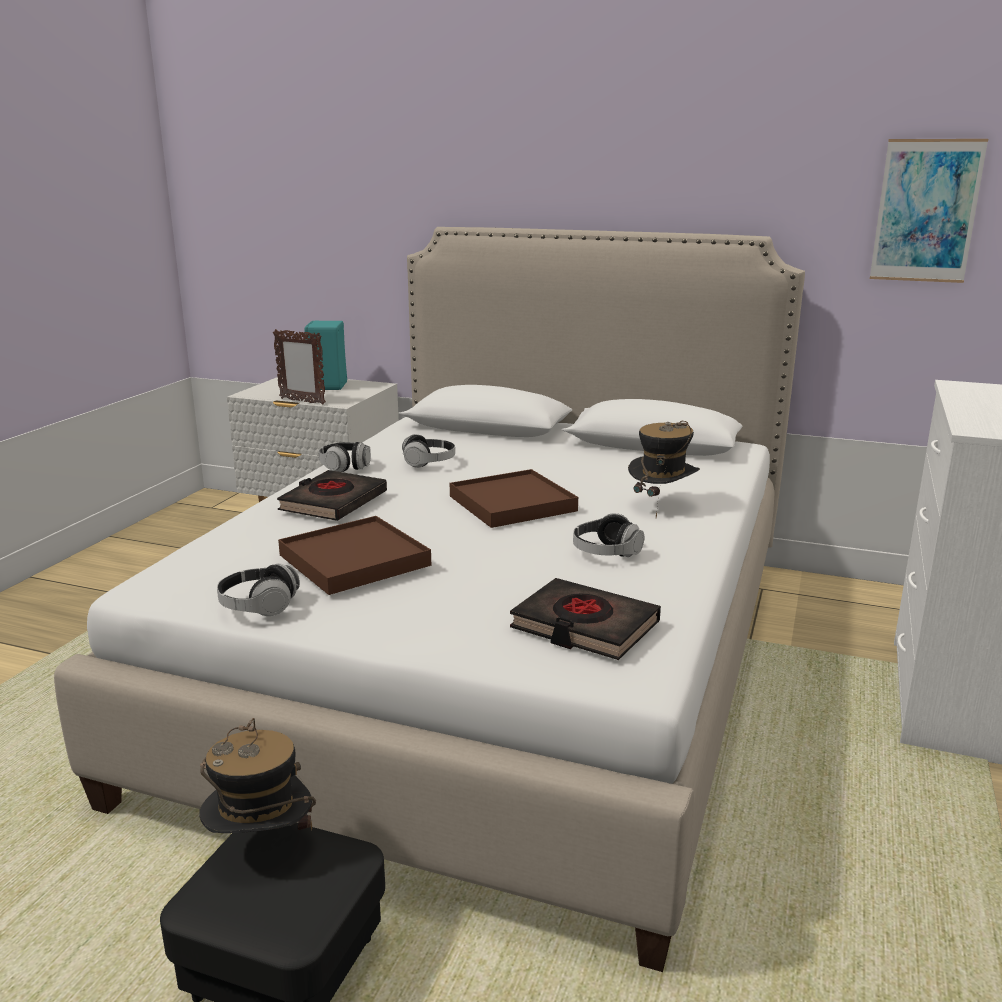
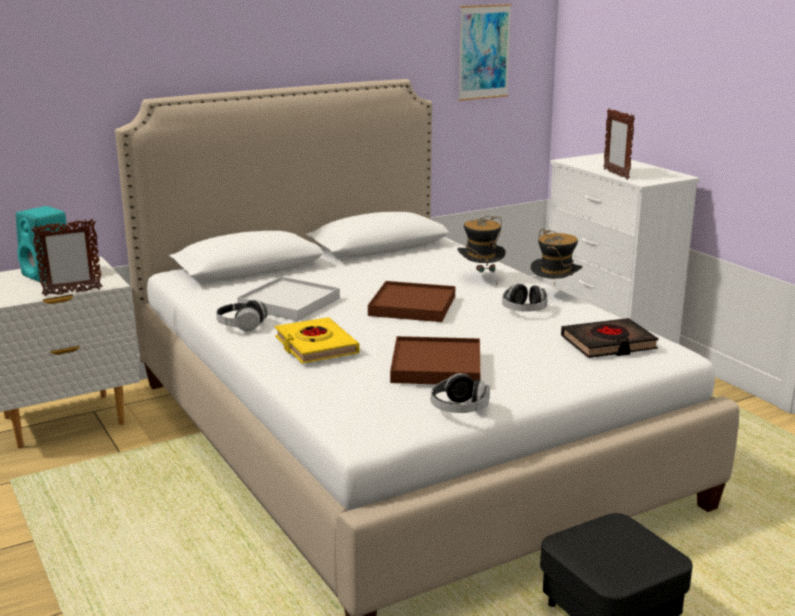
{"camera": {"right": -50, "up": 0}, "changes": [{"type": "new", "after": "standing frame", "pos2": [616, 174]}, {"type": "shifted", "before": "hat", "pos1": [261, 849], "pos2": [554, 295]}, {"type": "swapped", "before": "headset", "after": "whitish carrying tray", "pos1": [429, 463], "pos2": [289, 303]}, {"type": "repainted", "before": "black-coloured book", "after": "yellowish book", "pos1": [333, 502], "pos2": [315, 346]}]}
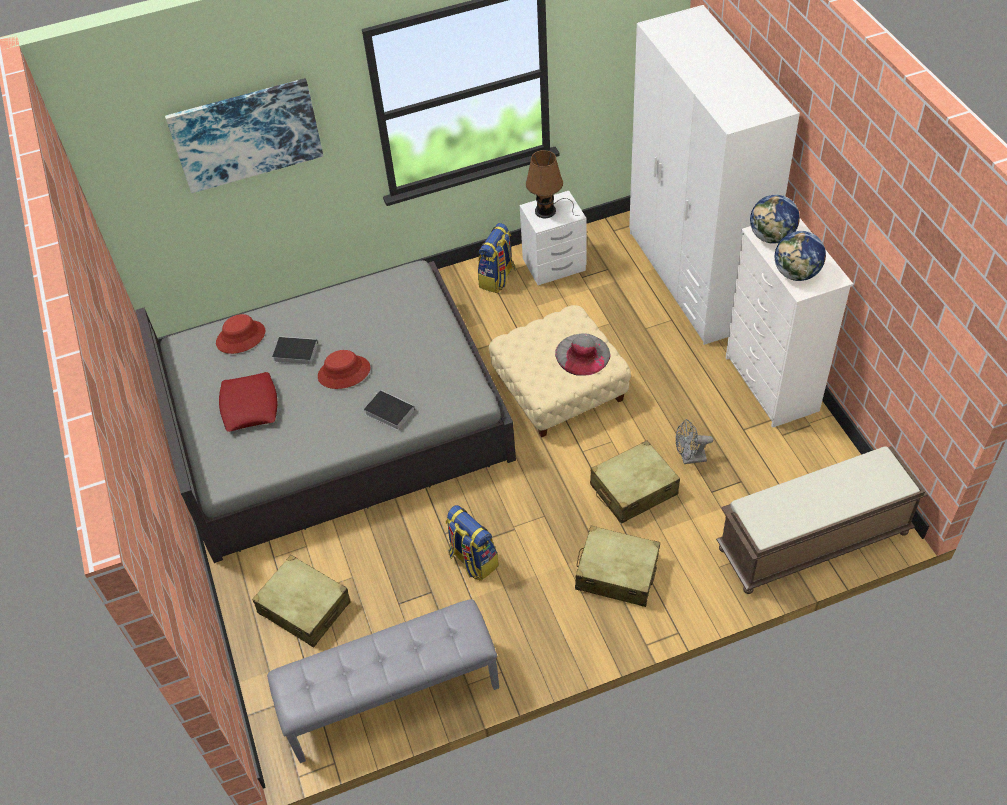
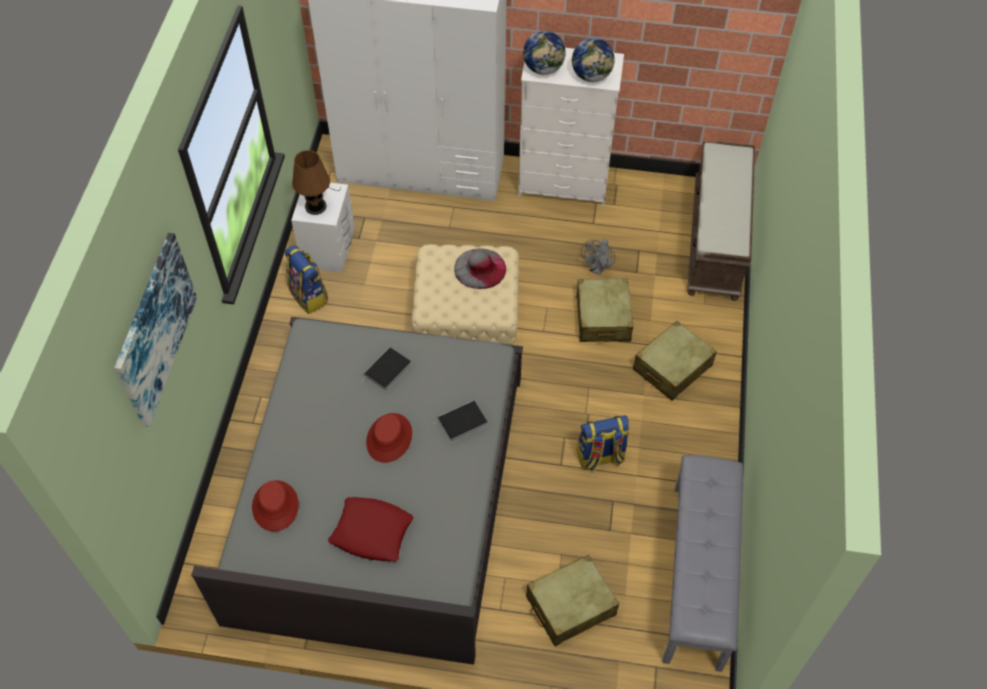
{"camera": {"right": -65, "up": 5}, "changes": [{"type": "shifted", "before": "book", "pos1": [294, 353], "pos2": [387, 372]}]}
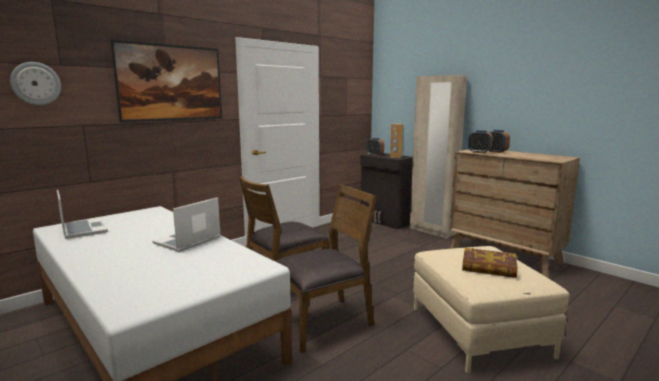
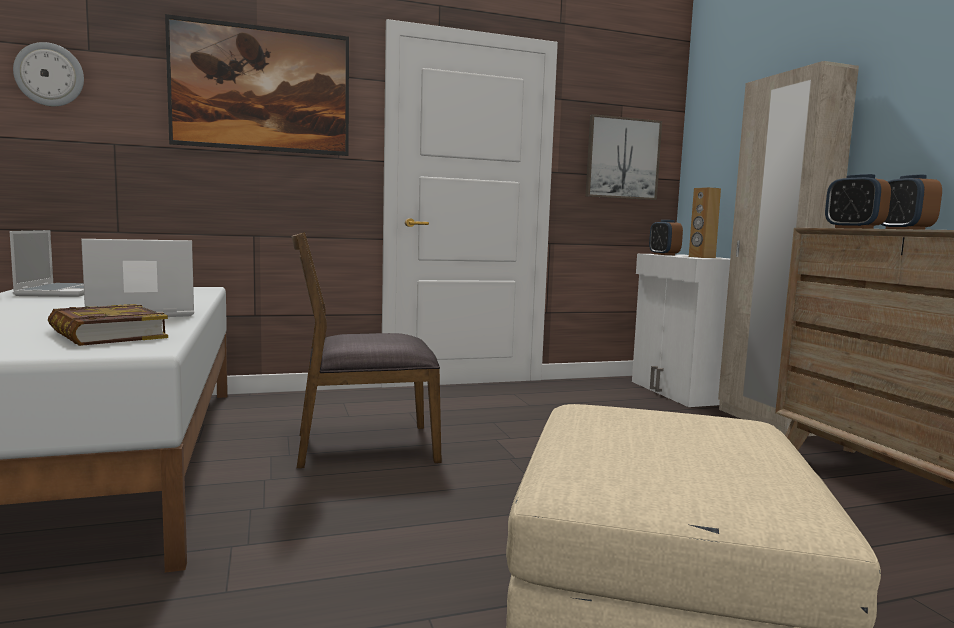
{"camera": {"right": 25, "up": -5}, "changes": [{"type": "gone", "before": "brown chair", "pos1": [323, 322]}, {"type": "new", "after": "wall picture", "pos2": [622, 158]}, {"type": "shifted", "before": "book", "pos1": [488, 267], "pos2": [107, 334]}, {"type": "repainted", "before": "black-coloured cupboard", "after": "whitish cupboard", "pos1": [386, 221], "pos2": [679, 392]}]}
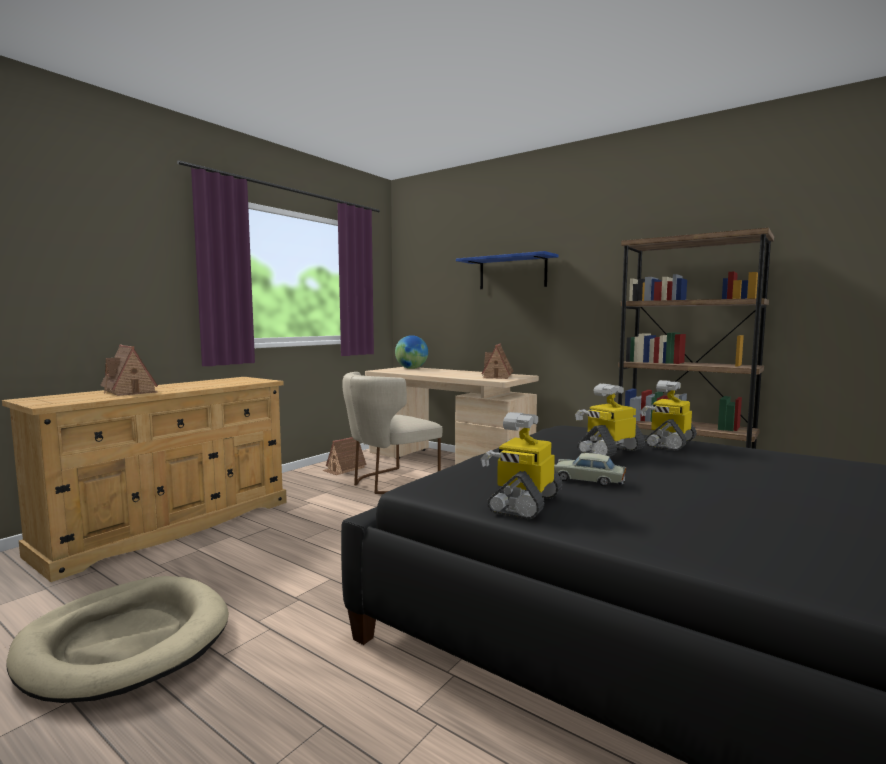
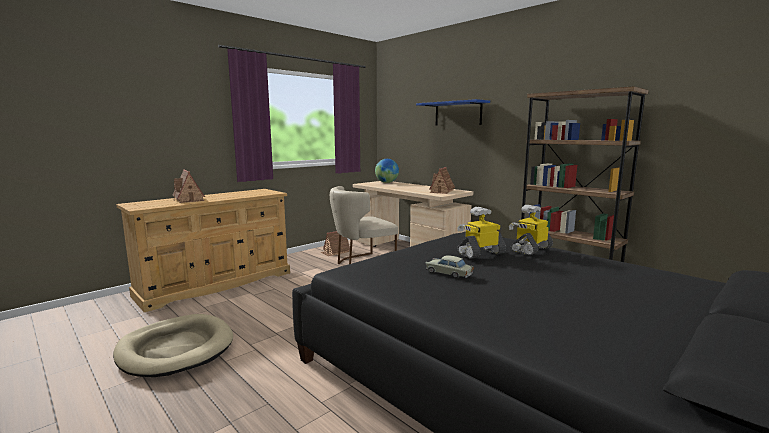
{"camera": {"right": 10, "up": 5}, "changes": [{"type": "gone", "before": "robot figure", "pos1": [524, 503]}]}
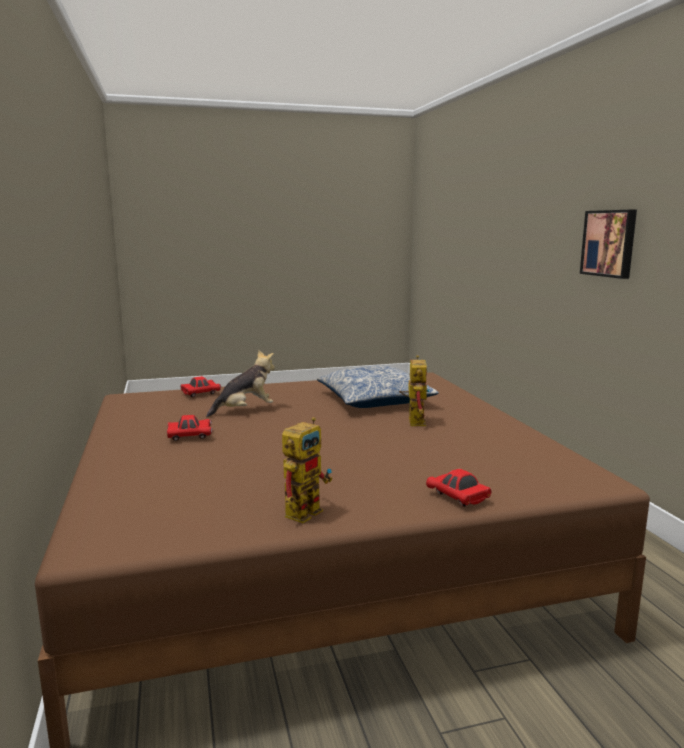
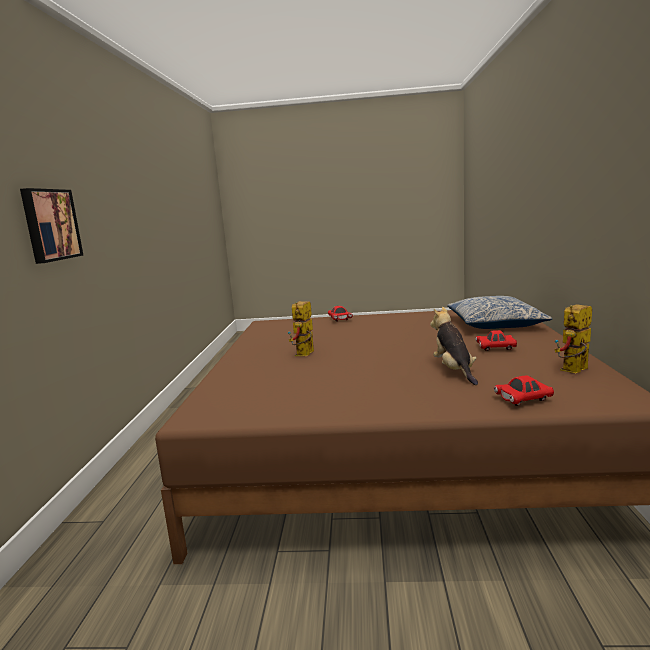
{"camera": {"right": -160, "up": 0}, "changes": [{"type": "shifted", "before": "robot figure", "pos1": [306, 509], "pos2": [573, 371]}, {"type": "shifted", "before": "throw pillow", "pos1": [375, 400], "pos2": [494, 324]}, {"type": "rotated", "before": "plush toy", "pos1": [245, 410], "pos2": [454, 371], "turn": 90}]}
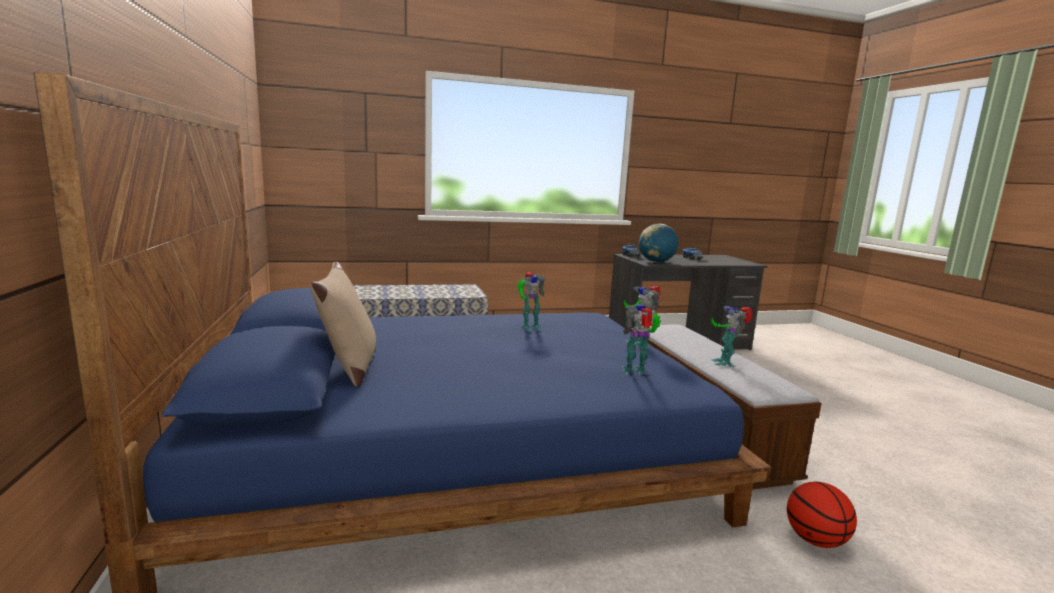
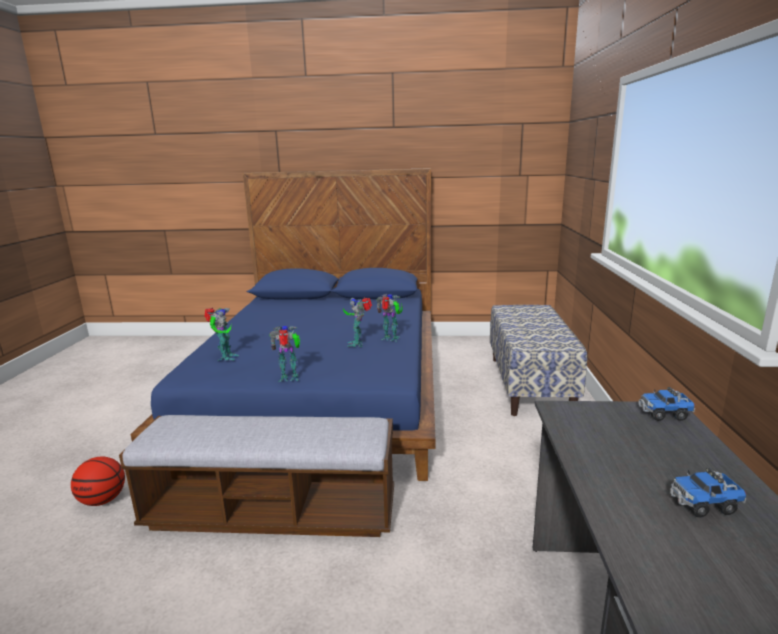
{"camera": {"right": 110, "up": 5}, "changes": [{"type": "gone", "before": "sand-coloured throw pillow", "pos1": [349, 369]}, {"type": "gone", "before": "desk globe", "pos1": [656, 262]}, {"type": "shifted", "before": "robot figure", "pos1": [725, 362], "pos2": [391, 339]}]}
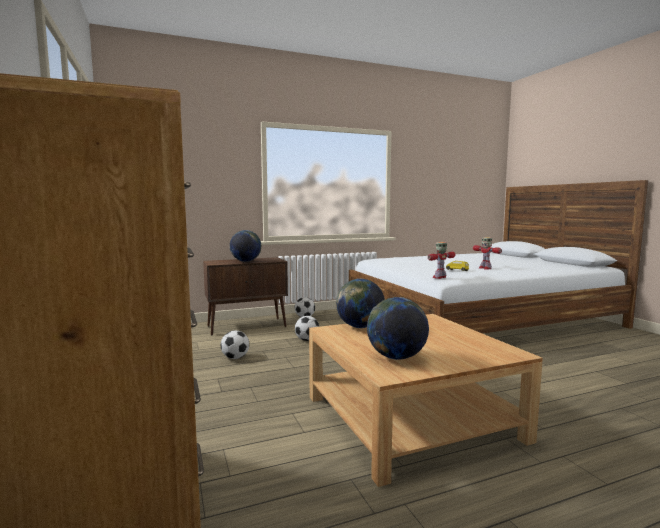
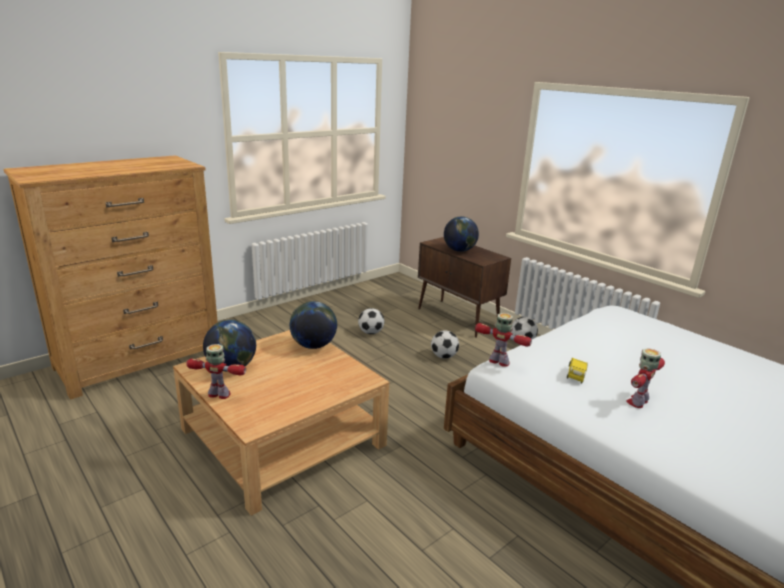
{"camera": {"right": 70, "up": 15}, "changes": [{"type": "new", "after": "robot figure", "pos2": [220, 395]}]}
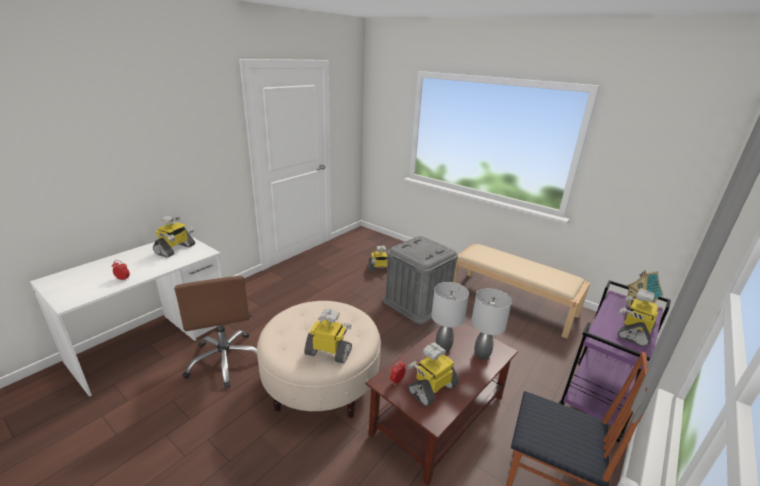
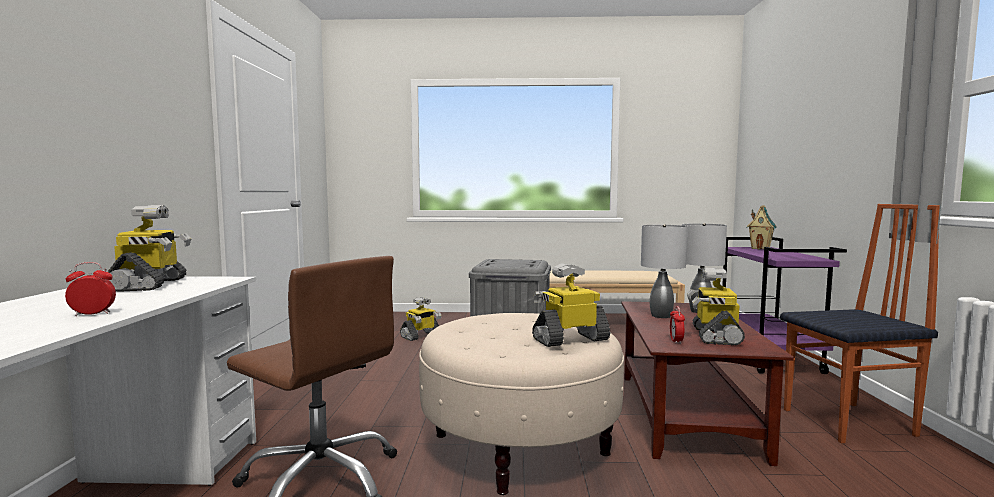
{"camera": {"right": -35, "up": -20}, "changes": [{"type": "gone", "before": "robot figure", "pos1": [634, 332]}]}
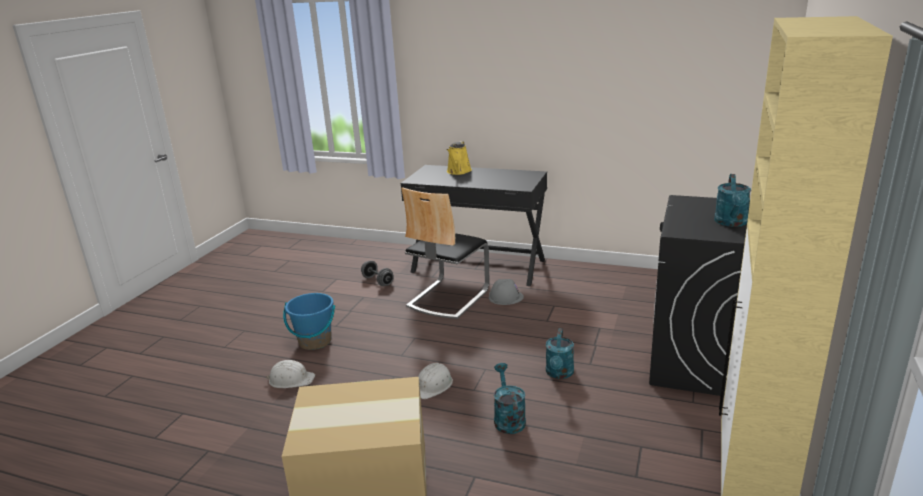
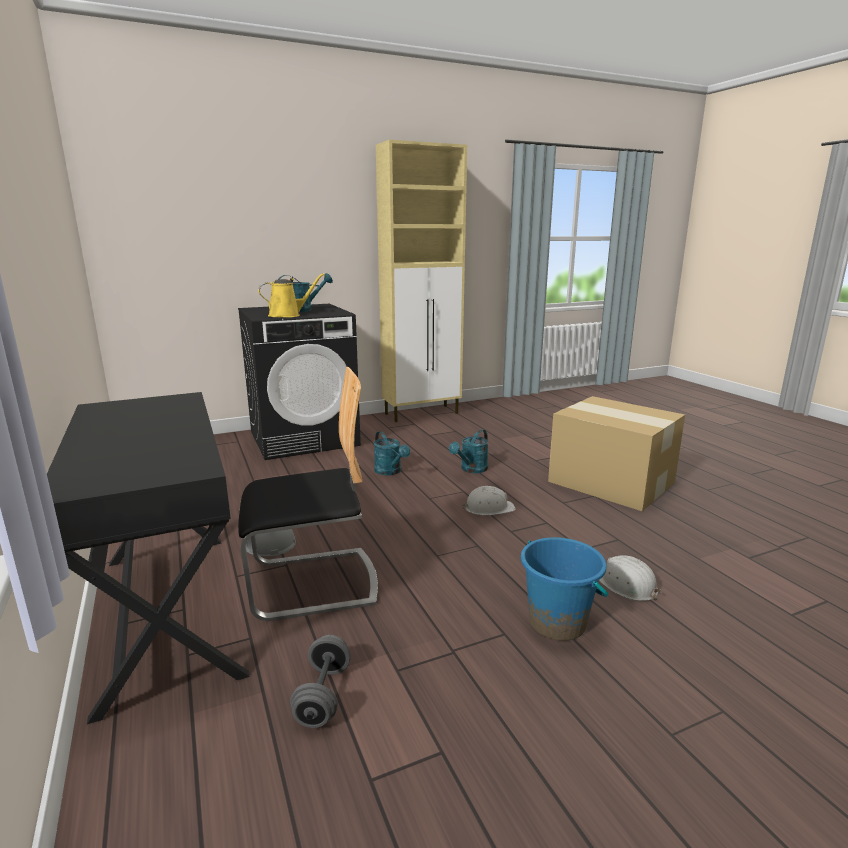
{"camera": {"right": -135, "up": -5}, "changes": [{"type": "shifted", "before": "yellowish watering pot", "pos1": [458, 171], "pos2": [288, 315]}, {"type": "rotated", "before": "blue-green watering pot", "pos1": [559, 374], "pos2": [390, 471], "turn": 90}]}
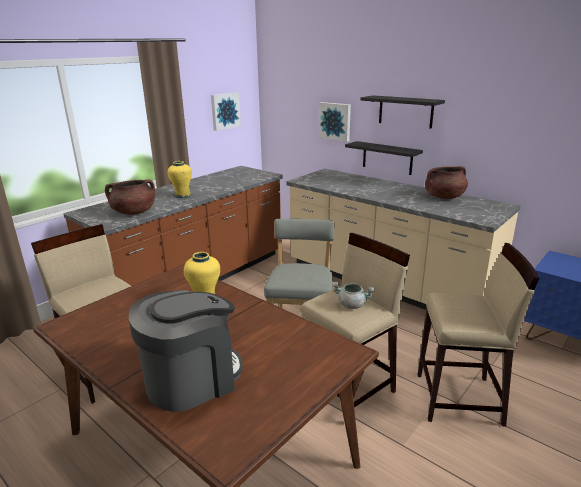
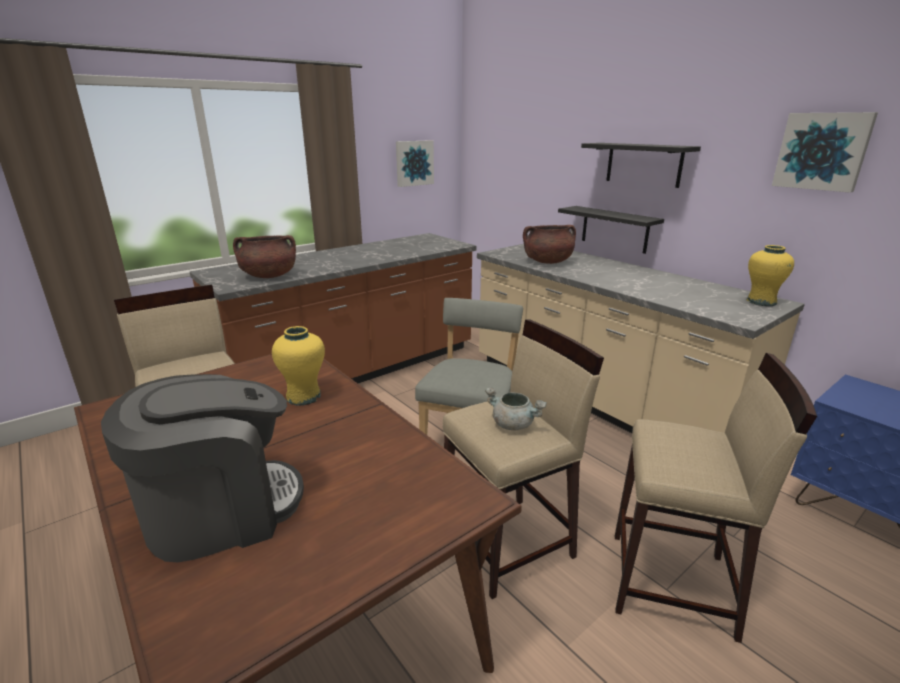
{"camera": {"right": 10, "up": 0}, "changes": [{"type": "shifted", "before": "yellowish vase", "pos1": [182, 195], "pos2": [761, 302]}, {"type": "shifted", "before": "wall picture", "pos1": [335, 121], "pos2": [822, 151]}, {"type": "shifted", "before": "brown saucepot", "pos1": [444, 197], "pos2": [547, 262]}]}
